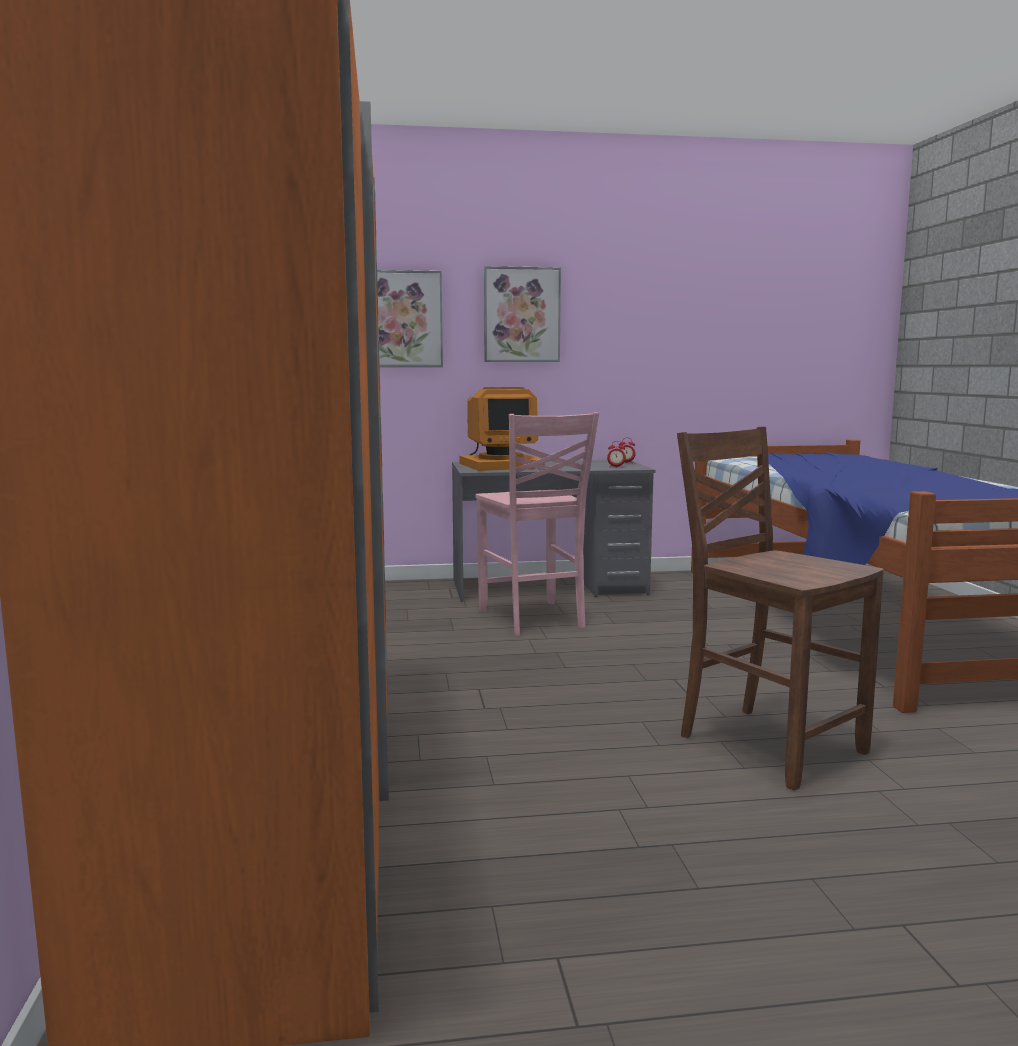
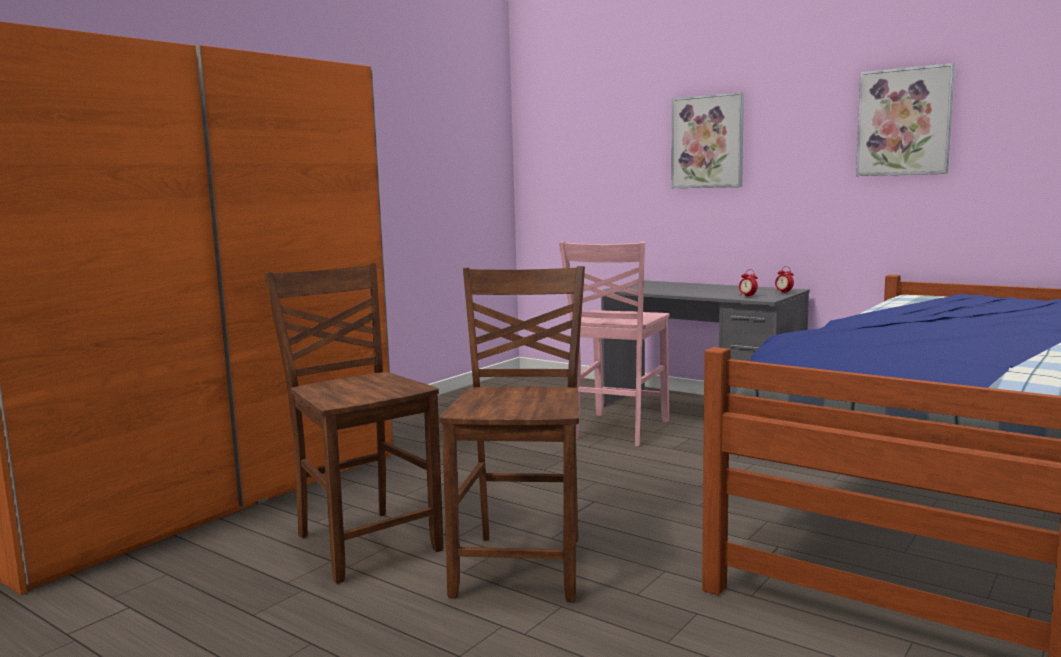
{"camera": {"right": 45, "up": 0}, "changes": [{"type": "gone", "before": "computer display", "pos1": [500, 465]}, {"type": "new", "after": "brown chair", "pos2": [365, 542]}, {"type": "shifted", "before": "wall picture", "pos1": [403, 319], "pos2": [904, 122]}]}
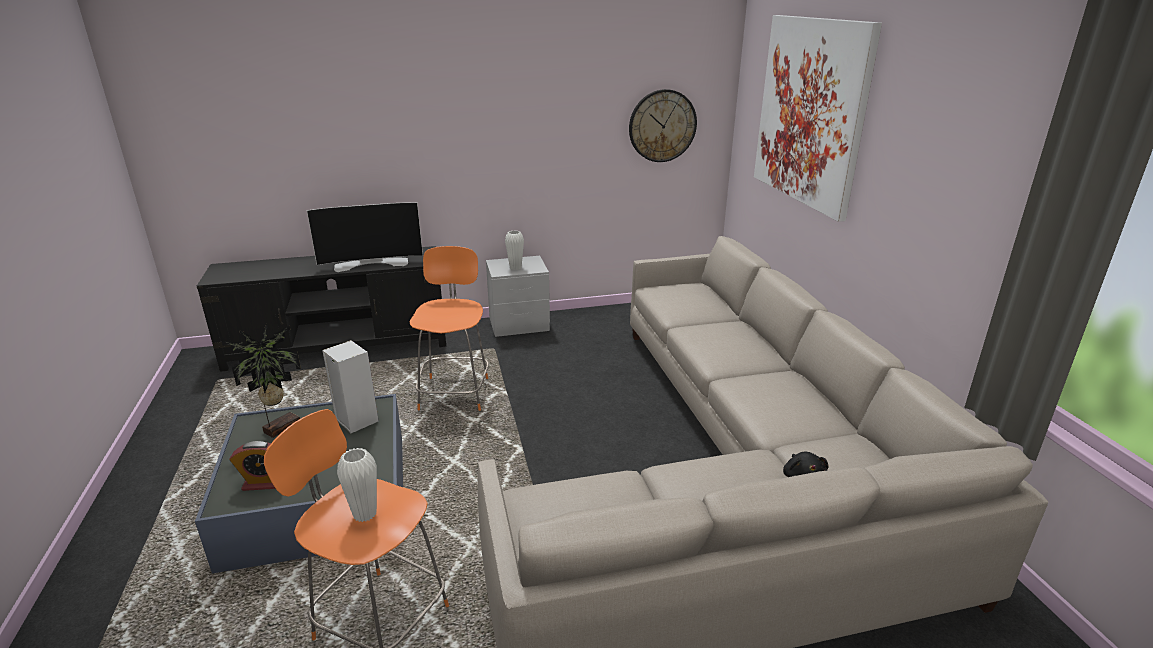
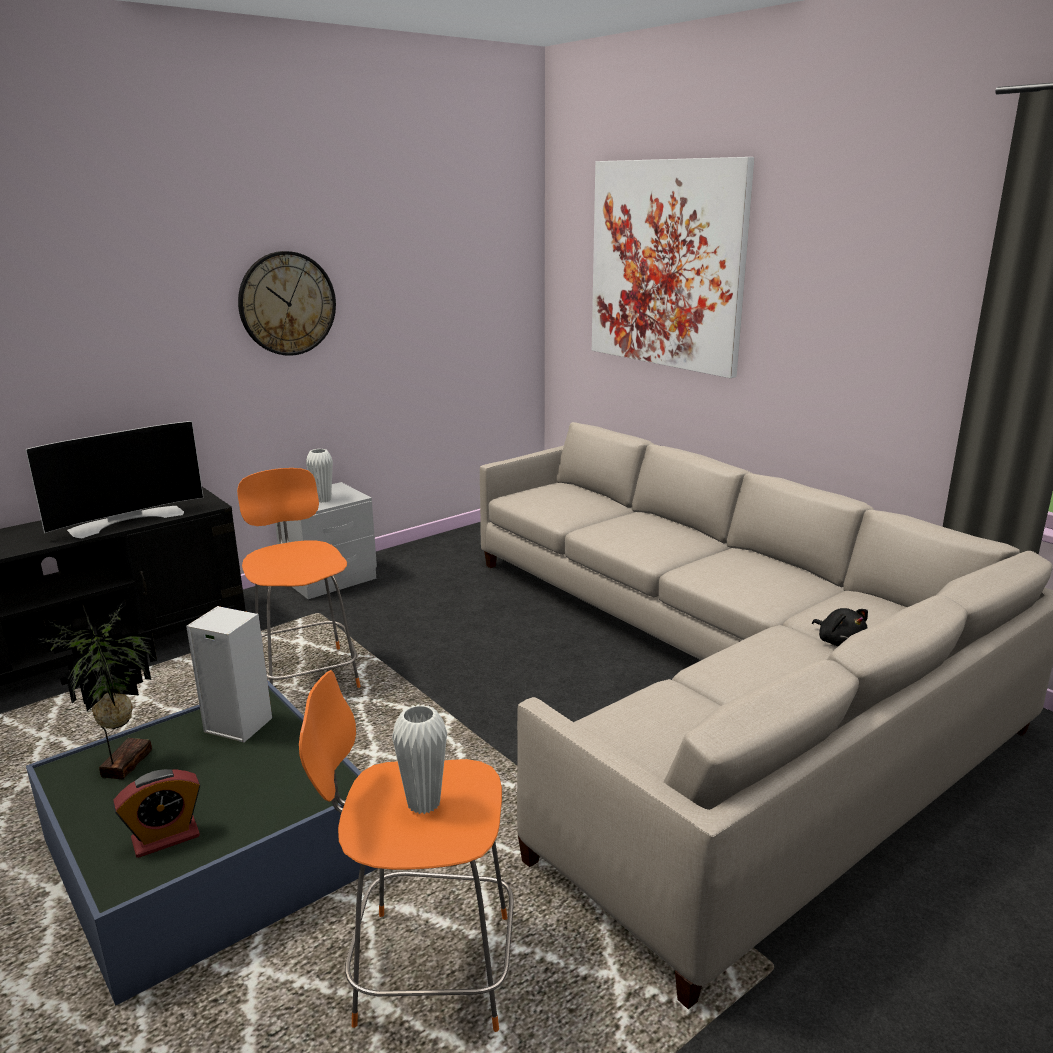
{"camera": {"right": -25, "up": -5}, "changes": [{"type": "shifted", "before": "clock on the wall", "pos1": [662, 126], "pos2": [287, 303]}]}
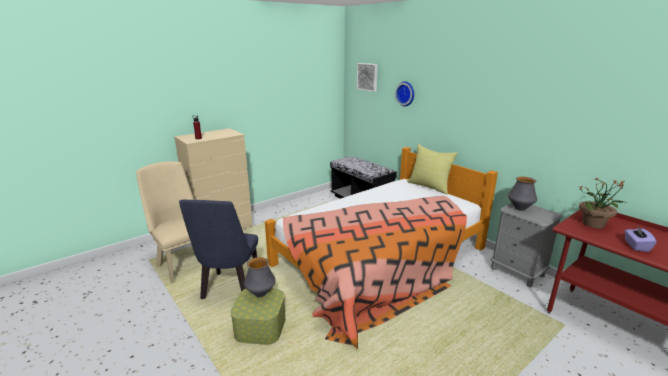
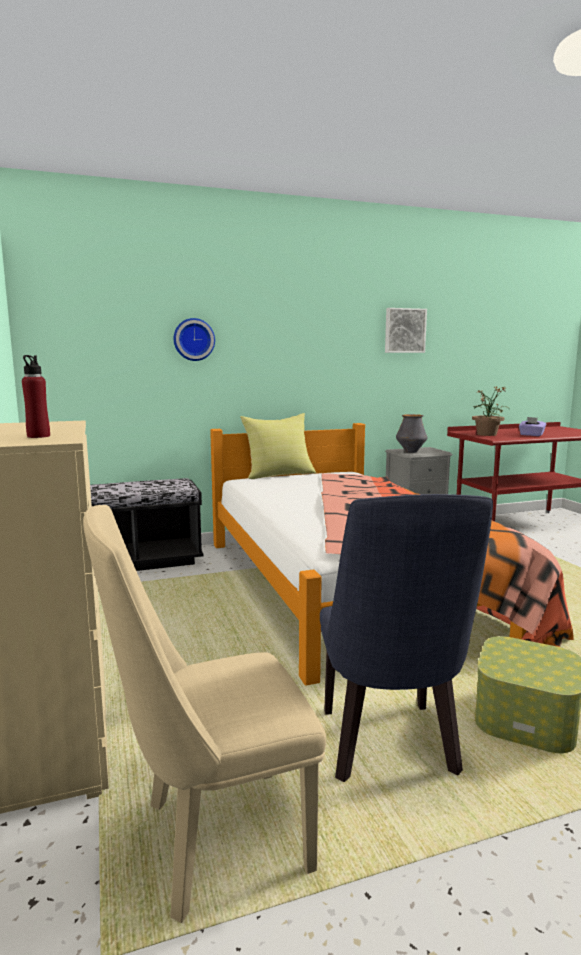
{"camera": {"right": -70, "up": -10}, "changes": [{"type": "gone", "before": "vase", "pos1": [260, 294]}, {"type": "shifted", "before": "wall picture", "pos1": [367, 77], "pos2": [404, 330]}, {"type": "rotated", "before": "blue-coloured chair", "pos1": [229, 290], "pos2": [390, 750], "turn": 60}]}
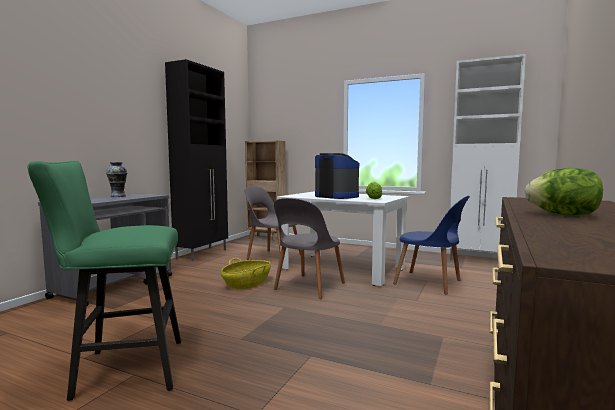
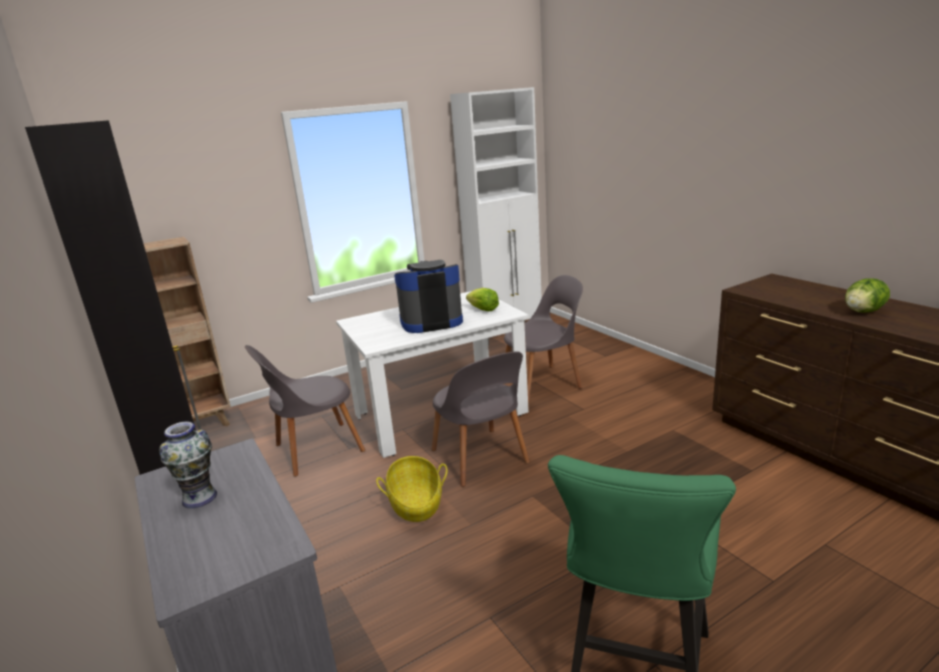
{"camera": {"right": -55, "up": 15}, "changes": [{"type": "repainted", "before": "blue-coloured chair", "after": "gray chair", "pos1": [430, 283], "pos2": [543, 383]}]}
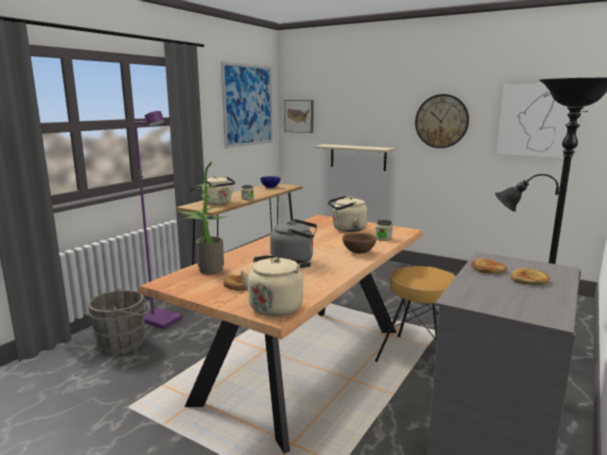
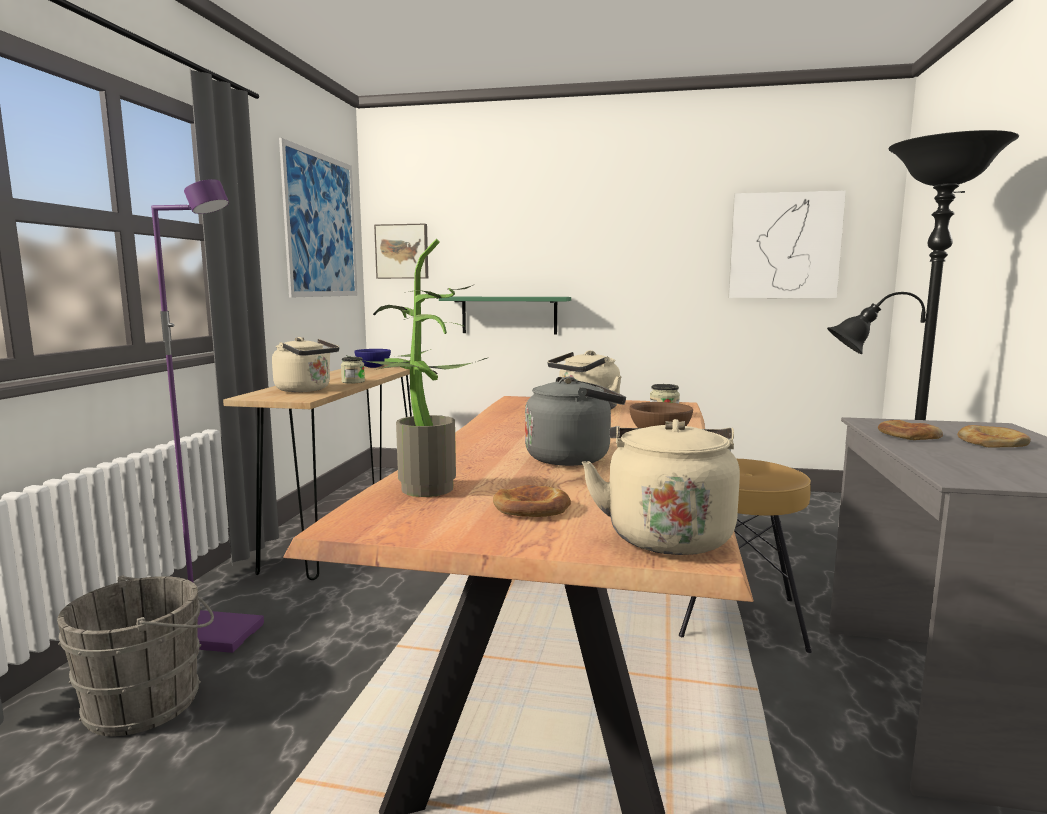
{"camera": {"right": -20, "up": -5}, "changes": [{"type": "gone", "before": "clock on the wall", "pos1": [441, 121]}, {"type": "repainted", "before": "sand-coloured bracket shelf", "after": "green bracket shelf", "pos1": [358, 157], "pos2": [509, 315]}]}
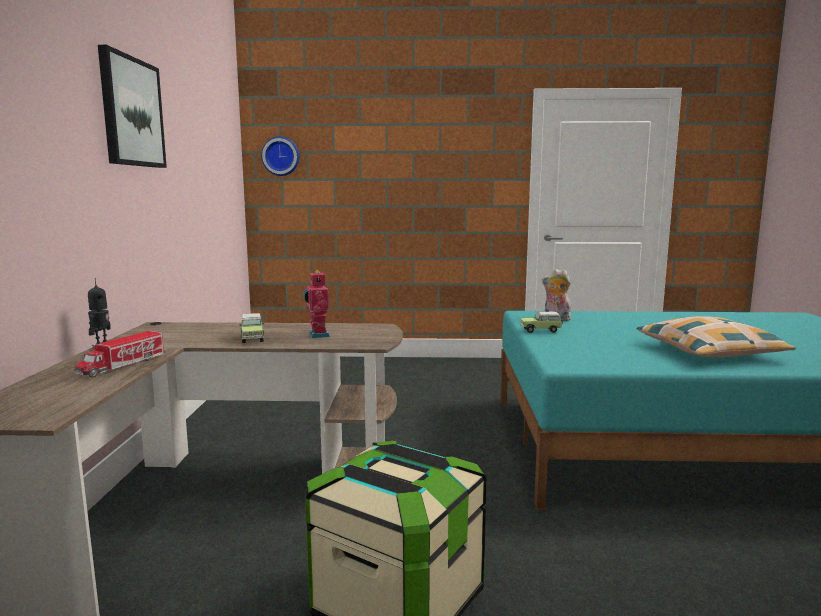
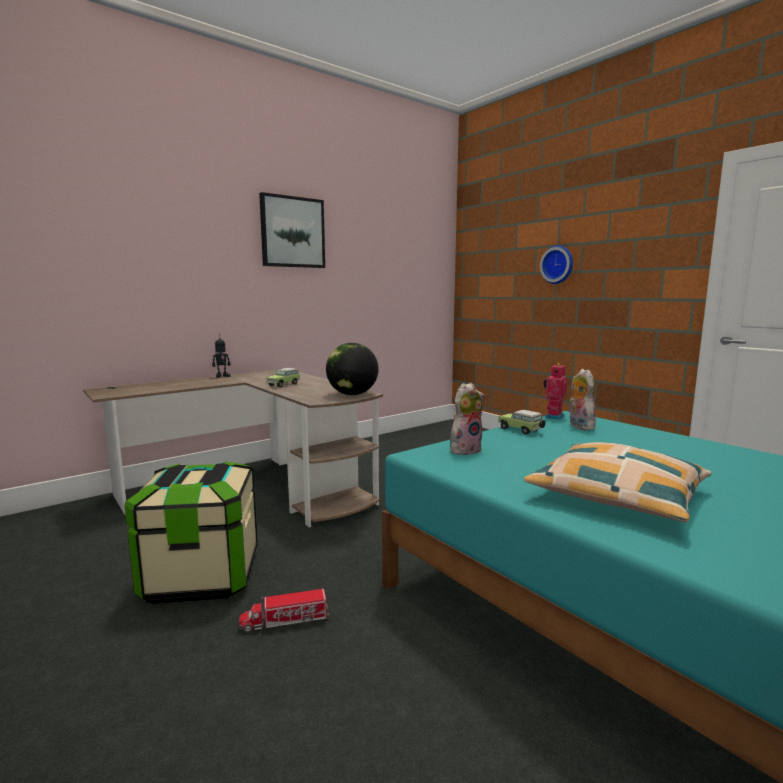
{"camera": {"right": 50, "up": 0}, "changes": [{"type": "new", "after": "desk globe", "pos2": [352, 394]}, {"type": "new", "after": "plush toy", "pos2": [465, 449]}, {"type": "shifted", "before": "toy lorry", "pos1": [122, 365], "pos2": [285, 621]}, {"type": "shifted", "before": "clock on the wall", "pos1": [281, 156], "pos2": [558, 264]}, {"type": "shifted", "before": "robot figure", "pos1": [317, 335], "pos2": [553, 416]}]}
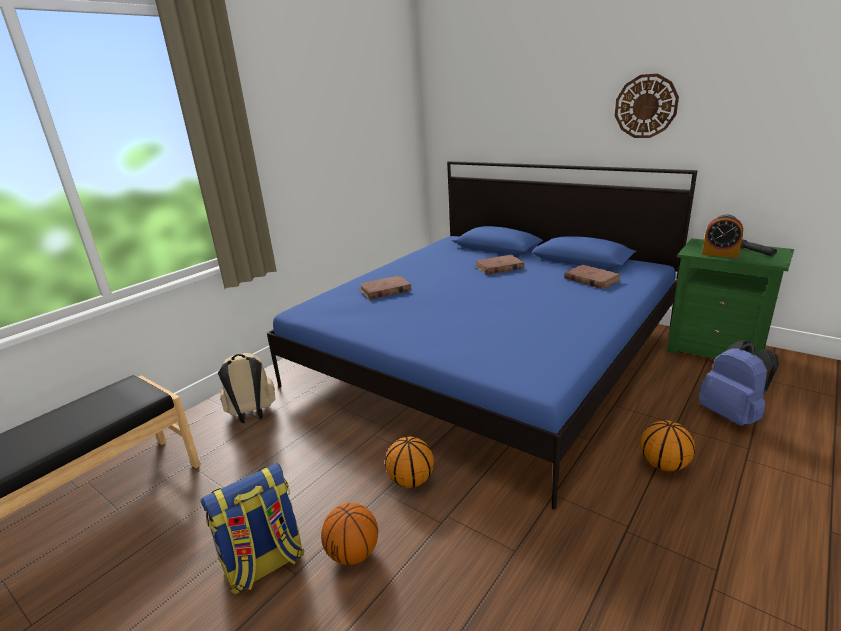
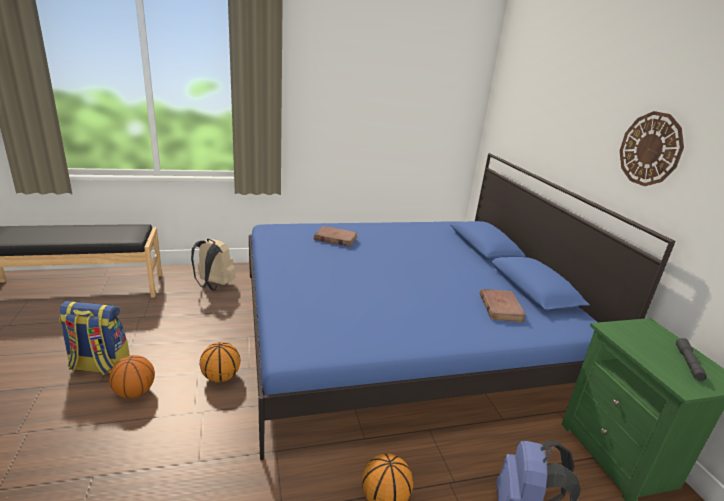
{"camera": {"right": 35, "up": 0}, "changes": [{"type": "gone", "before": "brown book", "pos1": [499, 267]}, {"type": "gone", "before": "bedside clock", "pos1": [720, 254]}]}
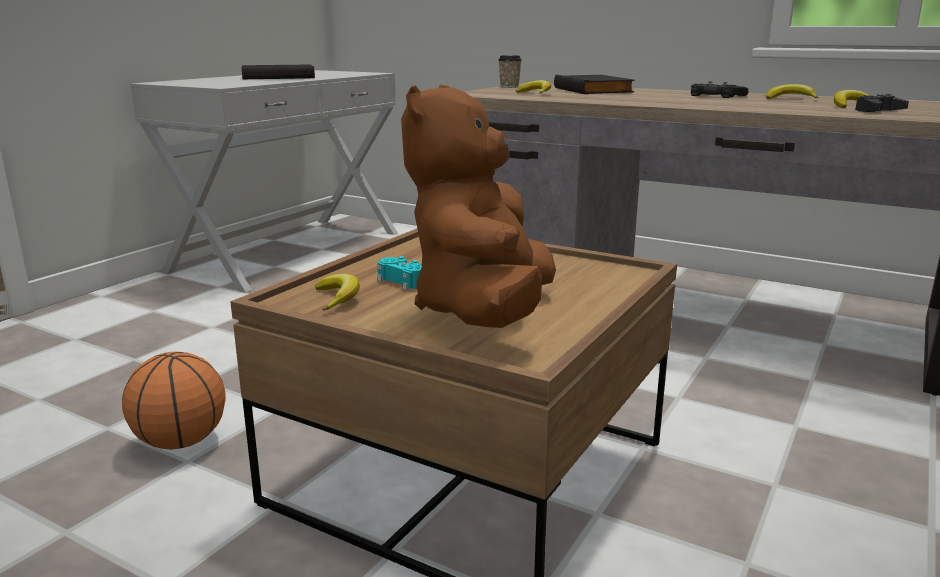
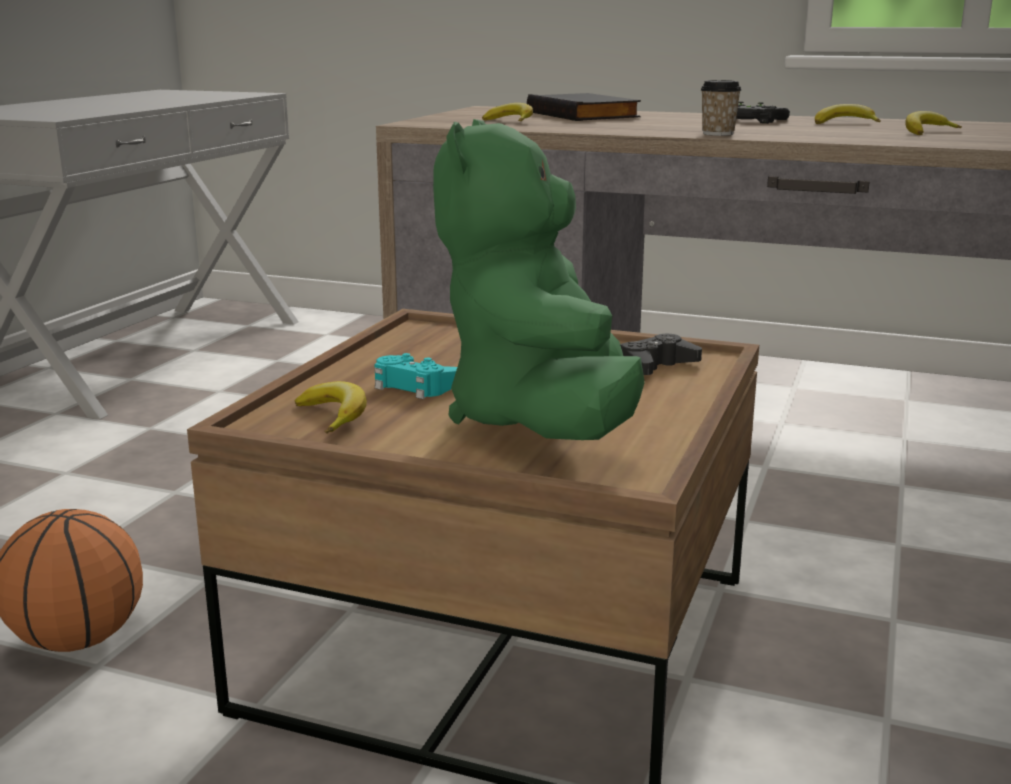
{"camera": {"right": -10, "up": 0}, "changes": [{"type": "gone", "before": "black-coloured book", "pos1": [278, 77]}, {"type": "shifted", "before": "drinking cup", "pos1": [509, 86], "pos2": [718, 134]}, {"type": "shifted", "before": "black-coloured gamepad", "pos1": [878, 111], "pos2": [656, 366]}, {"type": "repainted", "before": "brown plush toy", "after": "green plush toy", "pos1": [483, 313], "pos2": [542, 423]}]}
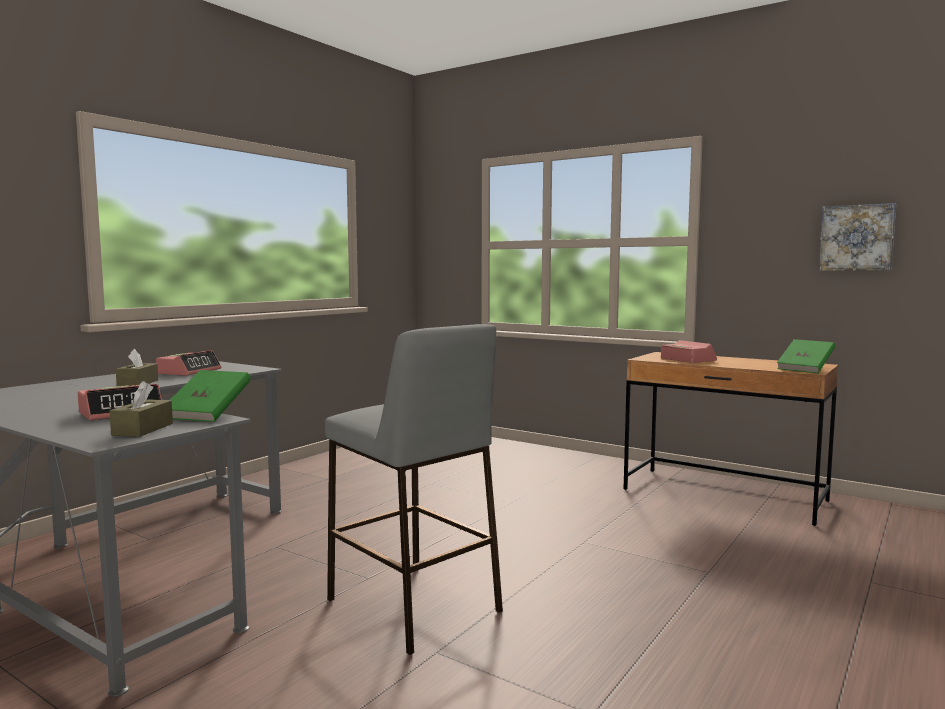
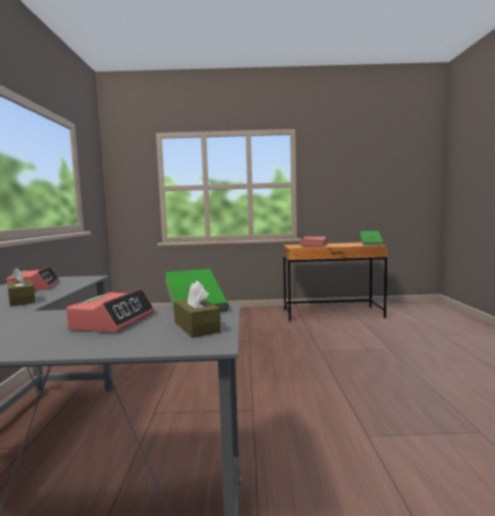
{"camera": {"right": -35, "up": 0}, "changes": [{"type": "gone", "before": "gray sitting stool", "pos1": [414, 606]}, {"type": "gone", "before": "wall picture", "pos1": [856, 238]}]}
